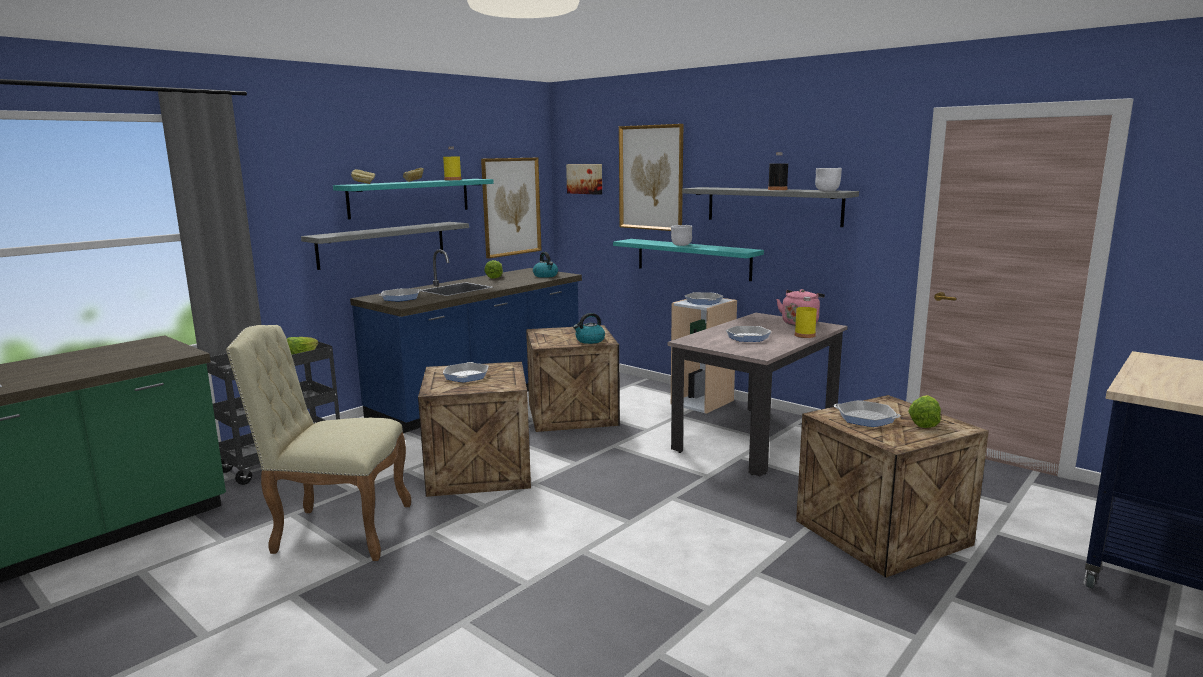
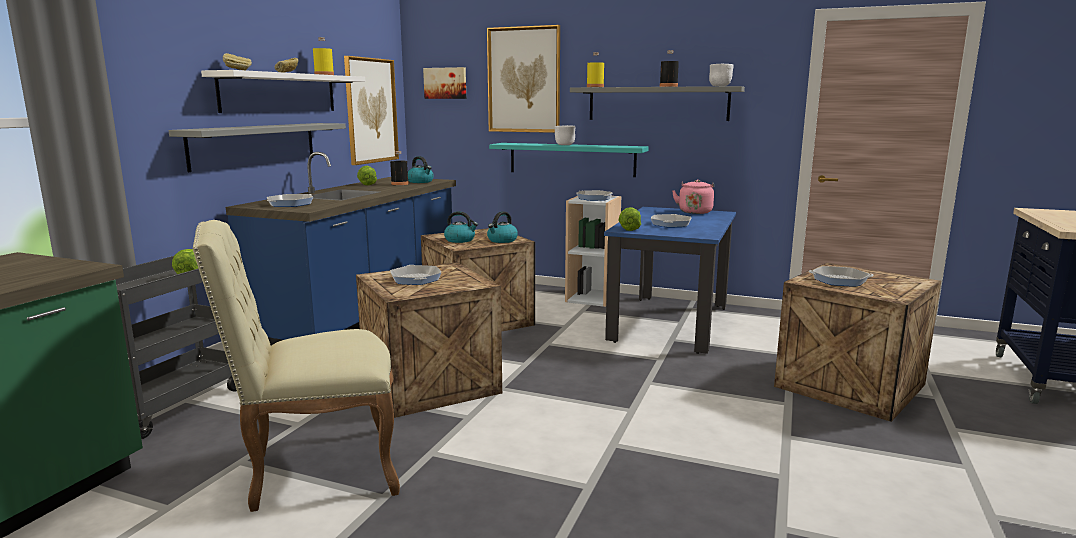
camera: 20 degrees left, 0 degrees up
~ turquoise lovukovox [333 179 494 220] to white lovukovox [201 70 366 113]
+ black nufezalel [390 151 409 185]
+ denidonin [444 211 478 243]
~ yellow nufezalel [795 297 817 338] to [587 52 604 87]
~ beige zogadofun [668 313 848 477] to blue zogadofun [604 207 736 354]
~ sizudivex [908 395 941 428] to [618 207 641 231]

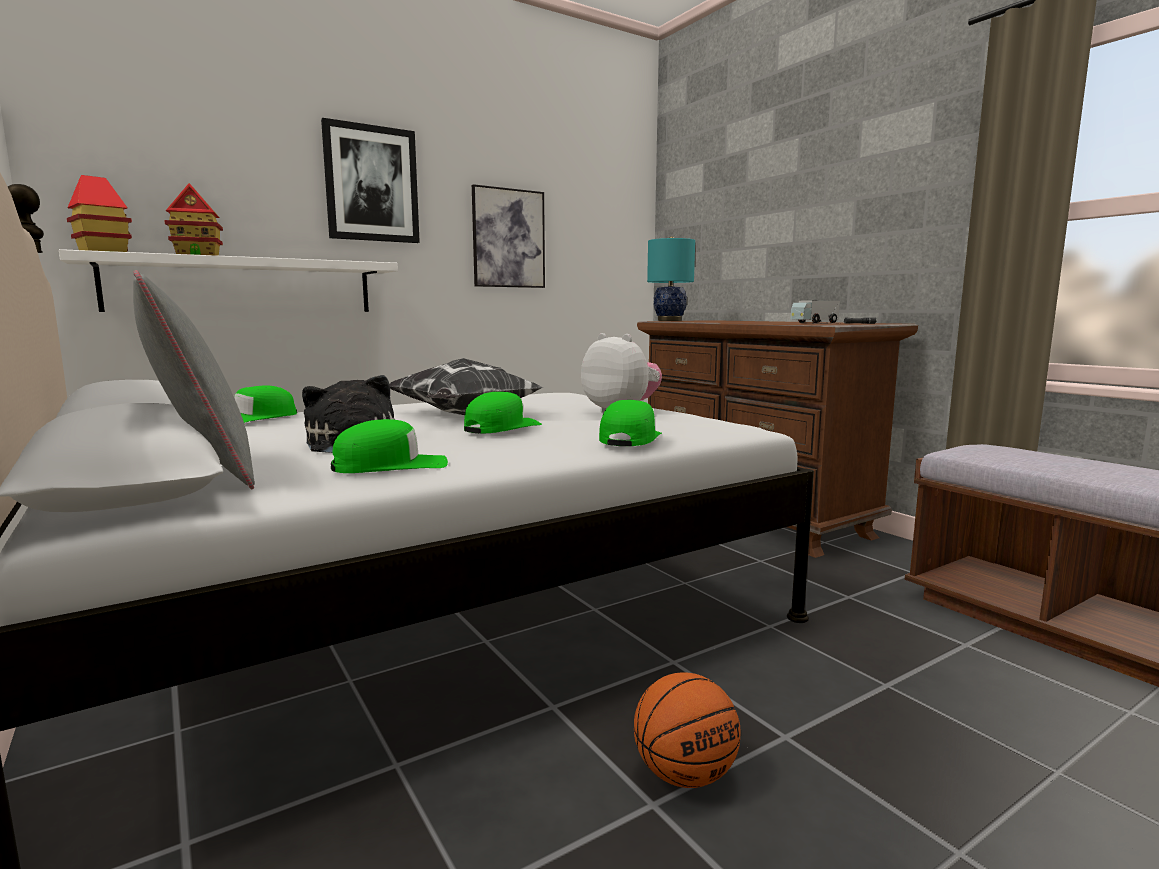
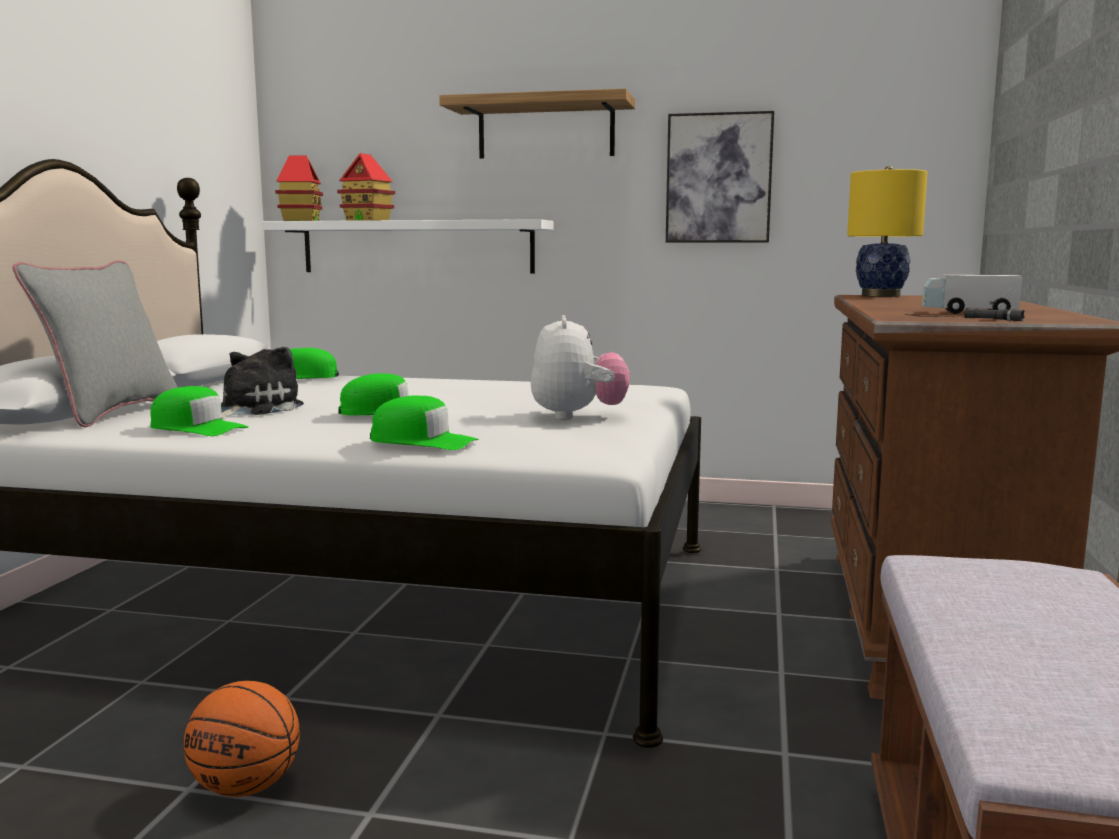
camera: 45 degrees right, 0 degrees up
~ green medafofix [599 400 662 446] = [370 395 479 450] 45 degrees clockwise
~ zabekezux [321 118 420 243] to lovukovox [439 88 635 159]
~ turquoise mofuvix [647 236 695 321] to yellow mofuvix [847 166 927 297]
- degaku [389 358 543 415]

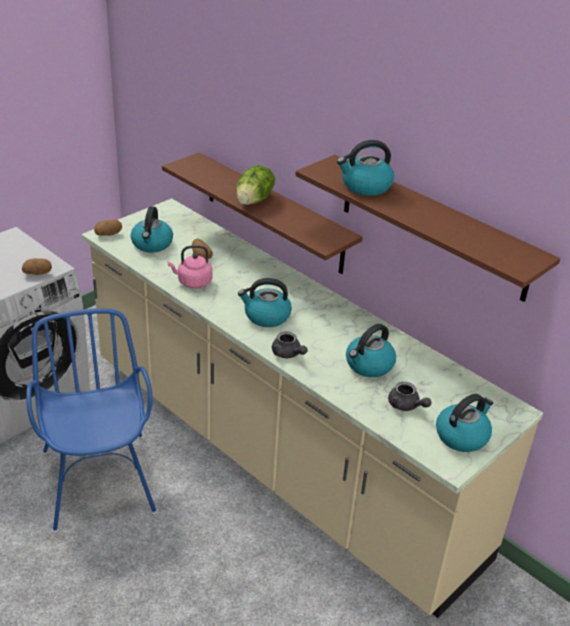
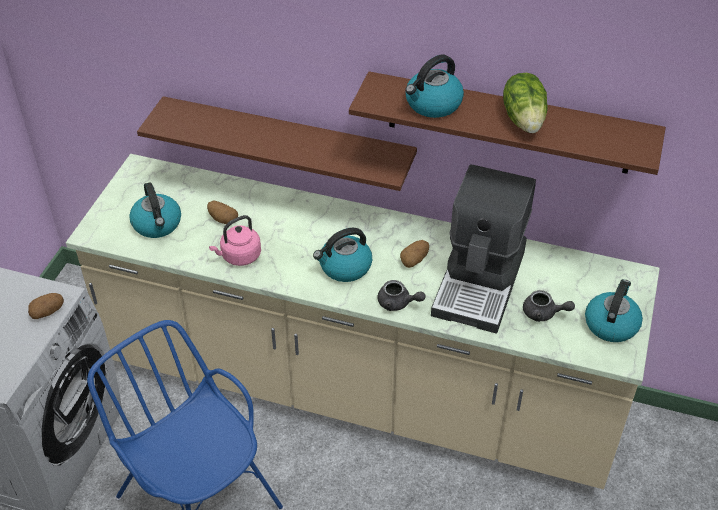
camera: 25 degrees left, 10 degrees up
~ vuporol [94 219 122 236] to [400 240 429 268]
~ denidonin [346 324 396 377] to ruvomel [431 164 536 334]
~ sizudivex [236 165 275 205] to [503 73 548 133]

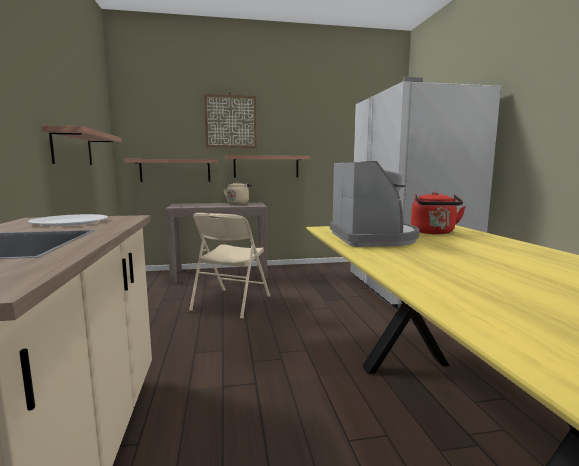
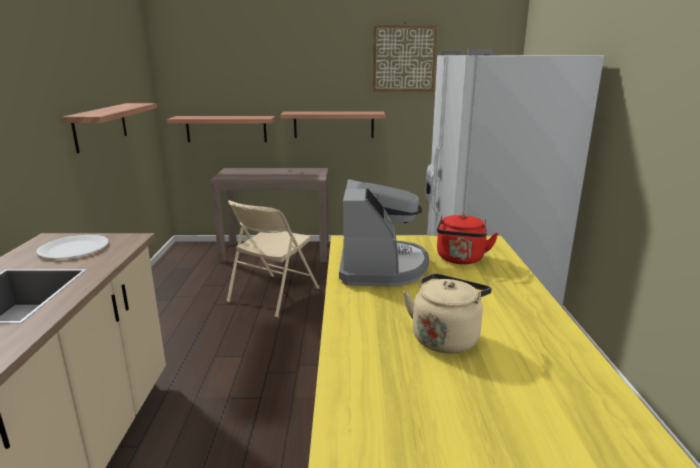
camera: 10 degrees right, 10 degrees up
~ zabekezux [204 93 257 148] to [372 22 438 92]
~ beige denidonin [223 182 252 204] to [403 273 492 354]

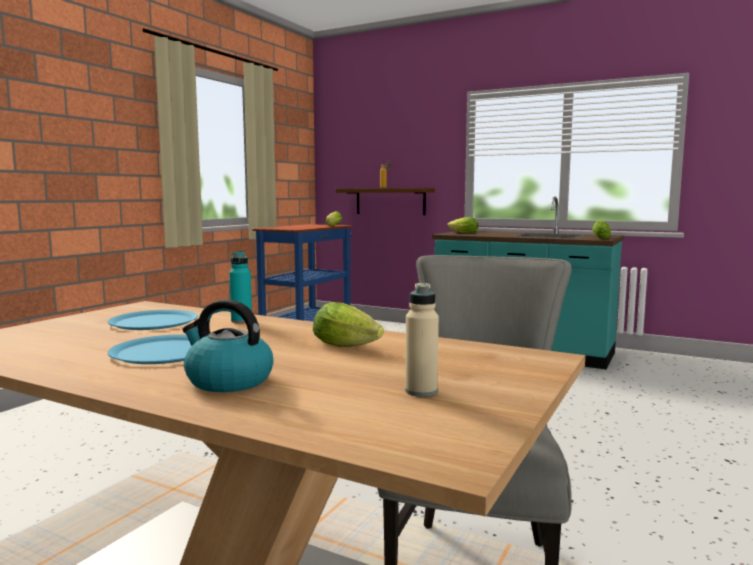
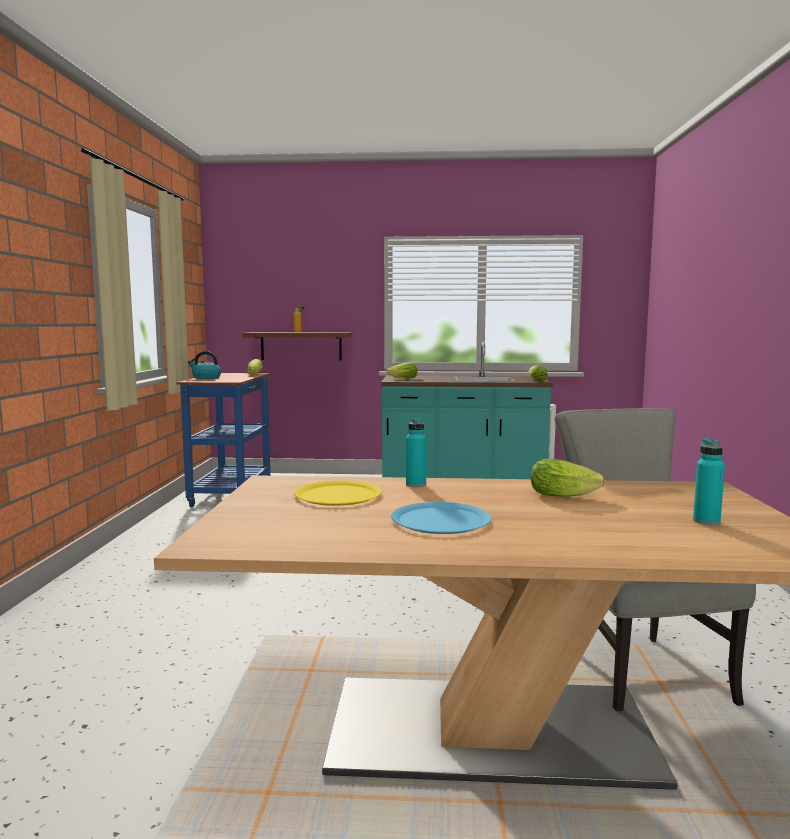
camera: 25 degrees left, 0 degrees up
~ denidonin [183 300 274 392] to [188 351 221 379]
~ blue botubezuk [108 310 198 330] to yellow botubezuk [294 481 382 506]
~ beige nufezalel [405 282 439 397] to turquoise nufezalel [693 438 725 525]

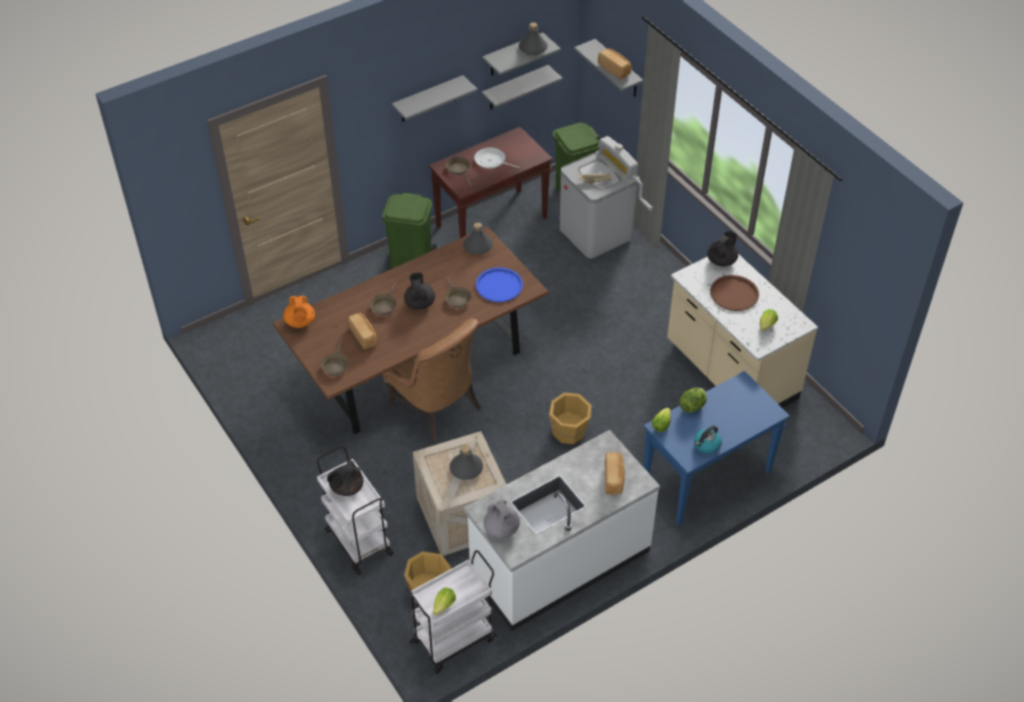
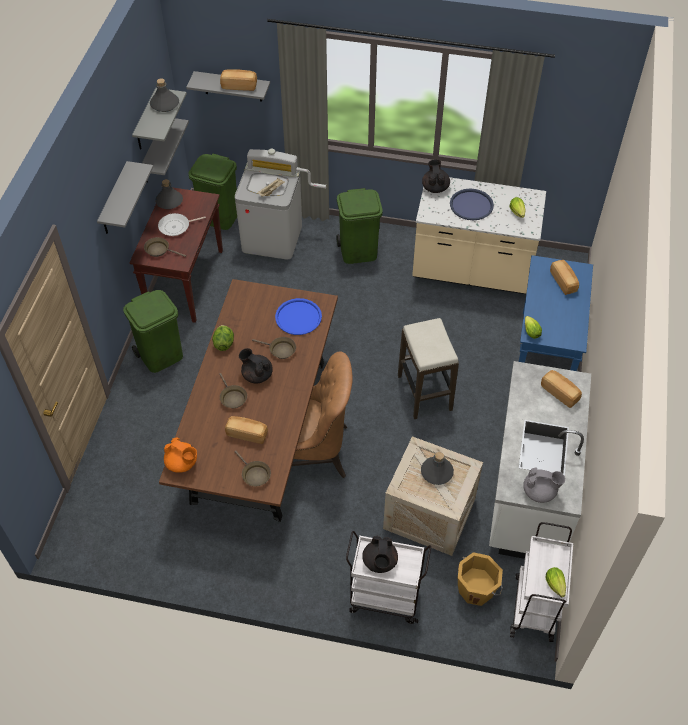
camera: 45 degrees left, 5 degrees up
~ grey nufezalel [463 223 493 255] to [155 179 183 209]
~ sizudivex [679 388 707 413] to [212 325 234 351]
+ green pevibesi [336 188 383 264]
~ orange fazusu [549 393 592 444] to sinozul [398 318 459 419]
~ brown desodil [710 275 759 311] to blue desodil [450 189 494 220]
+ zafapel [550 260 579 295]
- denidonin [694 426 722 454]

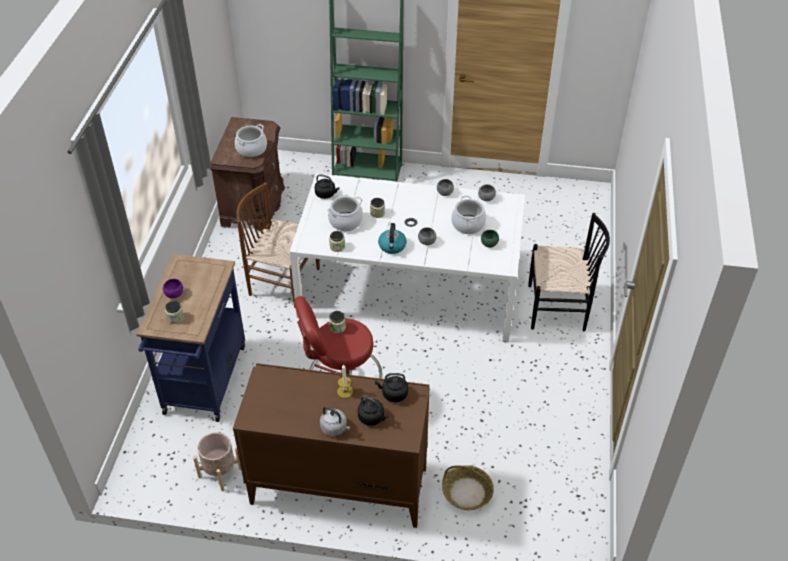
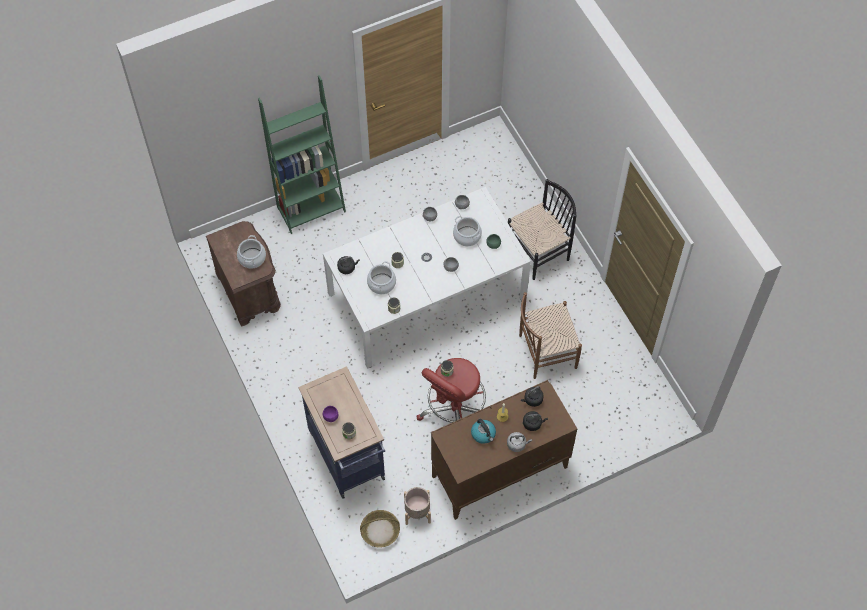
camera: 35 degrees left, 15 degrees up
~ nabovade [442 465 494 510] to [360 510 400 548]
~ denidonin [378 223 407 254] to [471 419 496 444]
~ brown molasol [237 182 320 309] to [519 292 582 379]

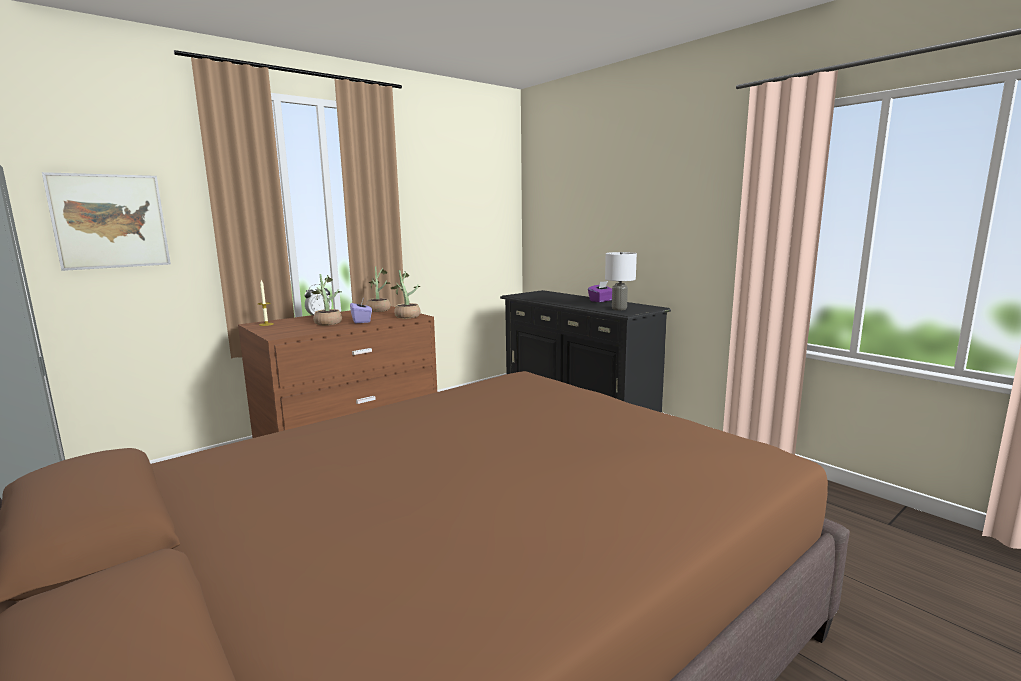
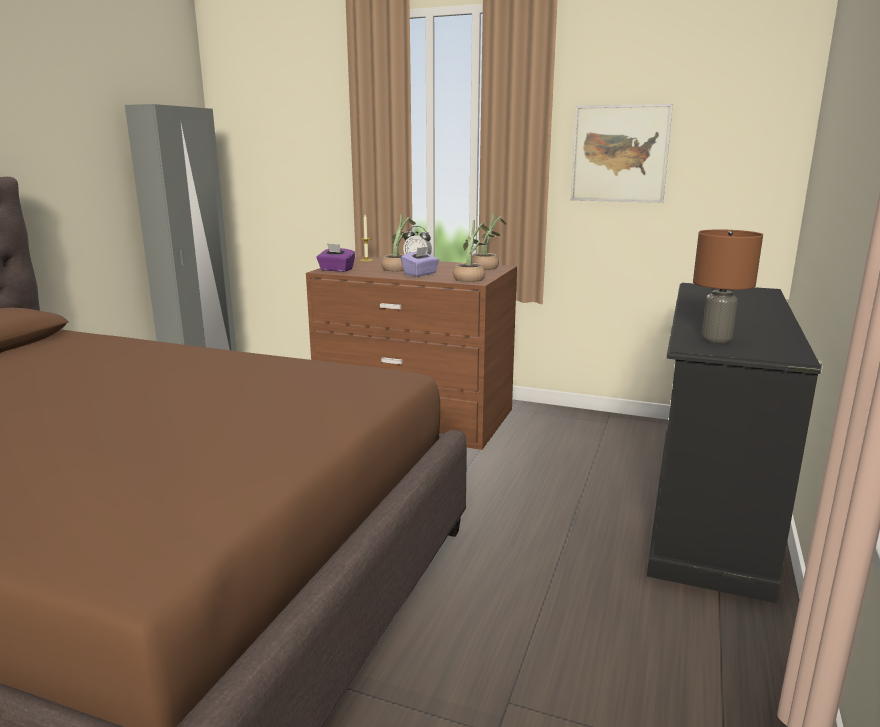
camera: 60 degrees right, 5 degrees up
~ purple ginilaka [588 281 612 302] to [316 243 355 272]
~ zabekezux [42 172 171 271] to [571 104 673 203]
~ white mofuvix [605 252 637 311] to brown mofuvix [693 229 763 344]

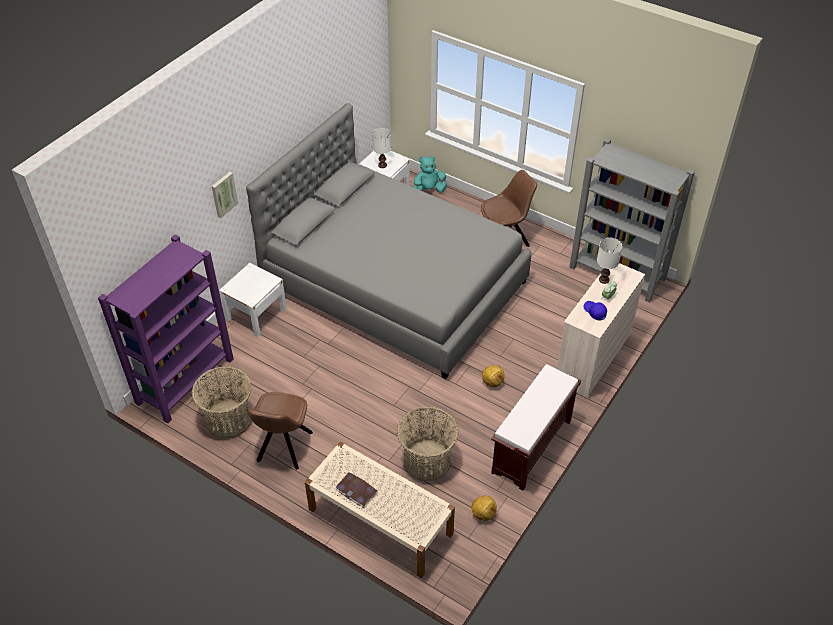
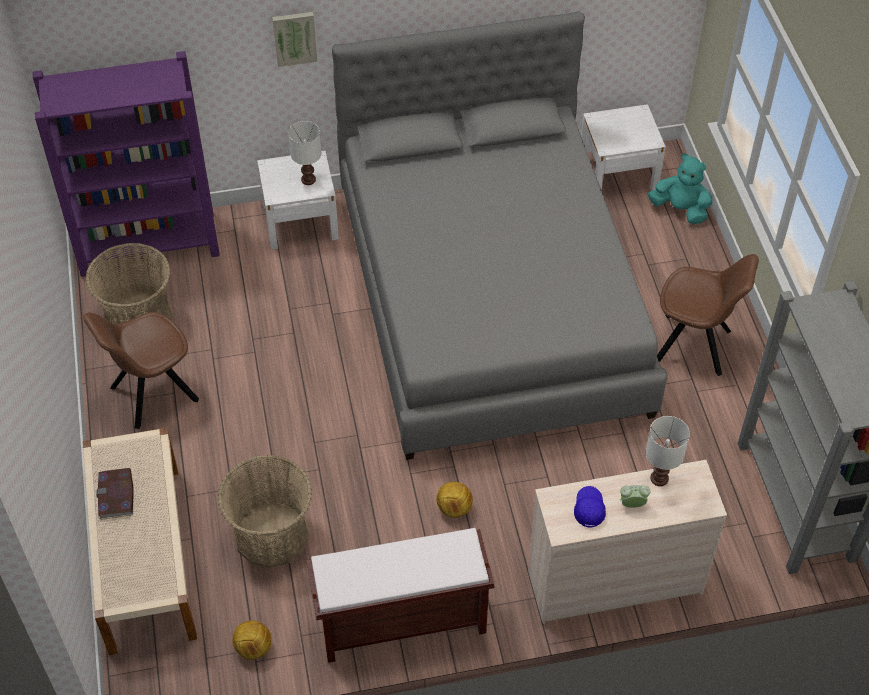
camera: 45 degrees right, 5 degrees up
~ white mofuvix [372 128 391 168] to [288 121 322 185]

